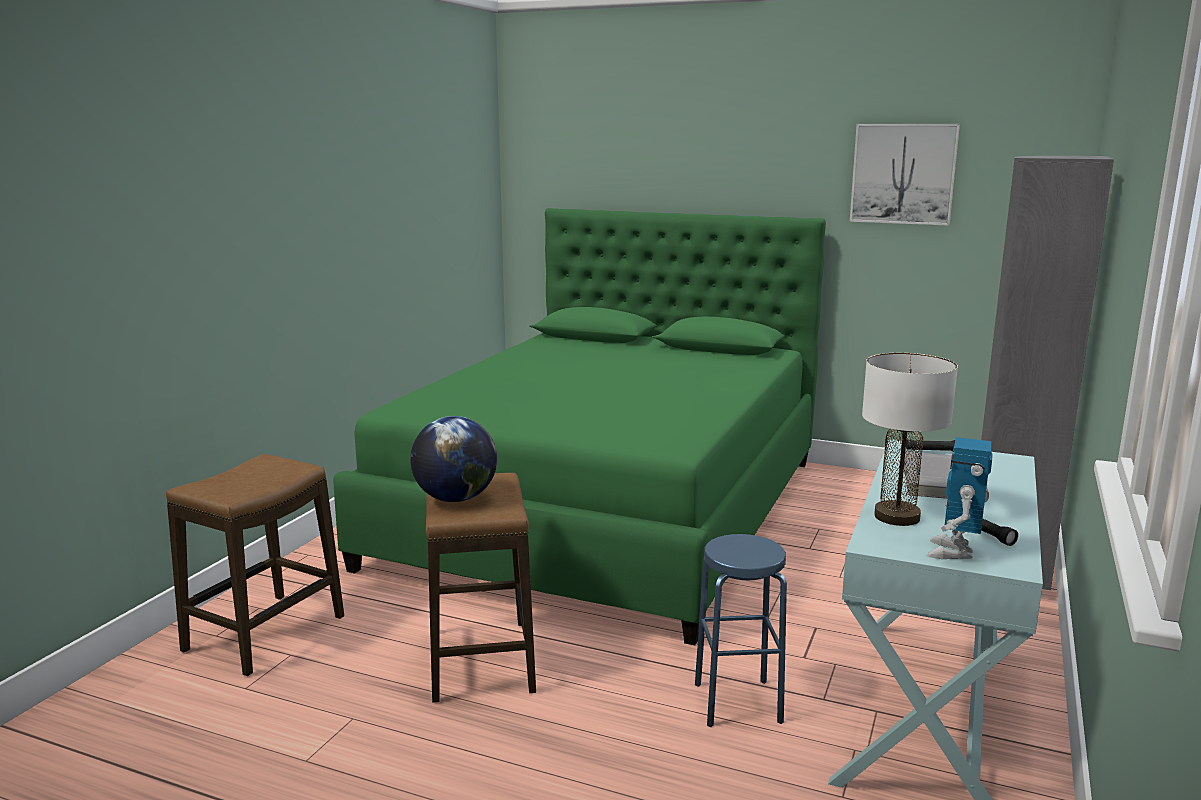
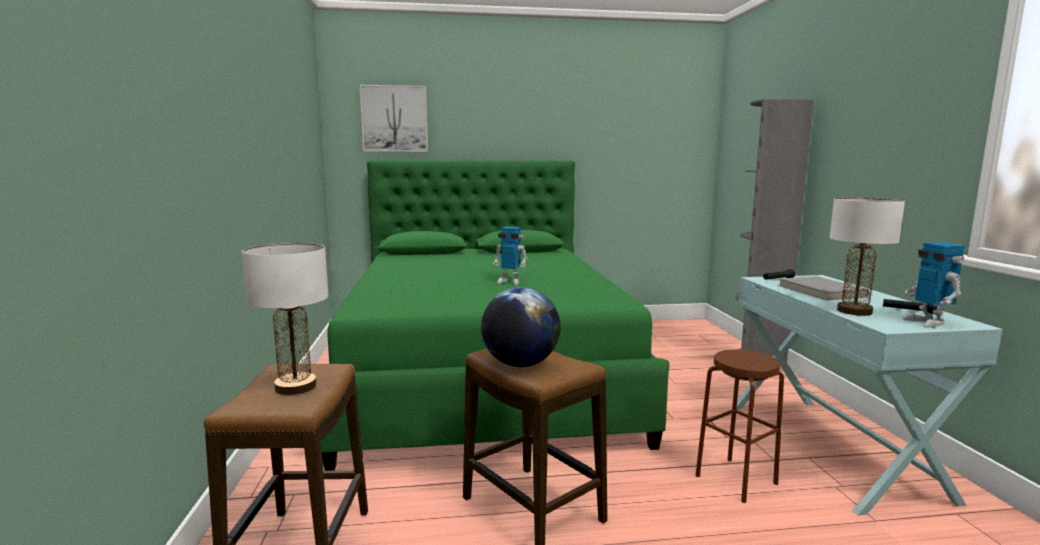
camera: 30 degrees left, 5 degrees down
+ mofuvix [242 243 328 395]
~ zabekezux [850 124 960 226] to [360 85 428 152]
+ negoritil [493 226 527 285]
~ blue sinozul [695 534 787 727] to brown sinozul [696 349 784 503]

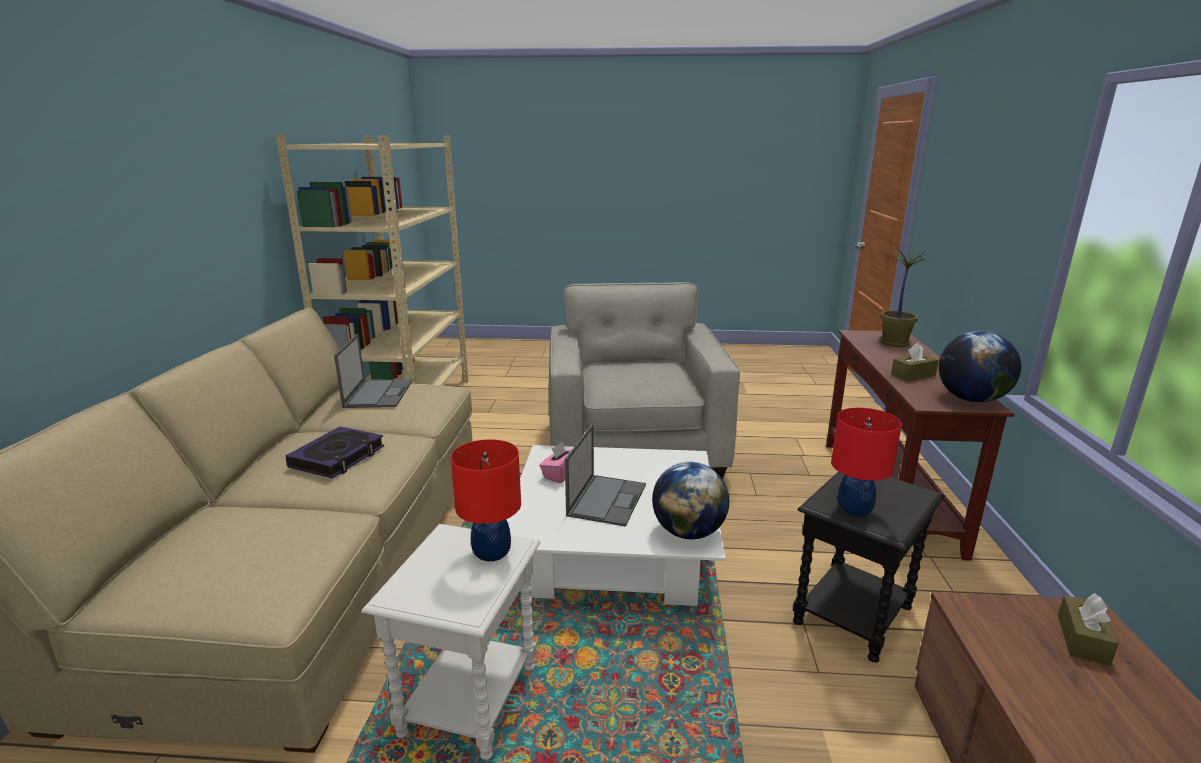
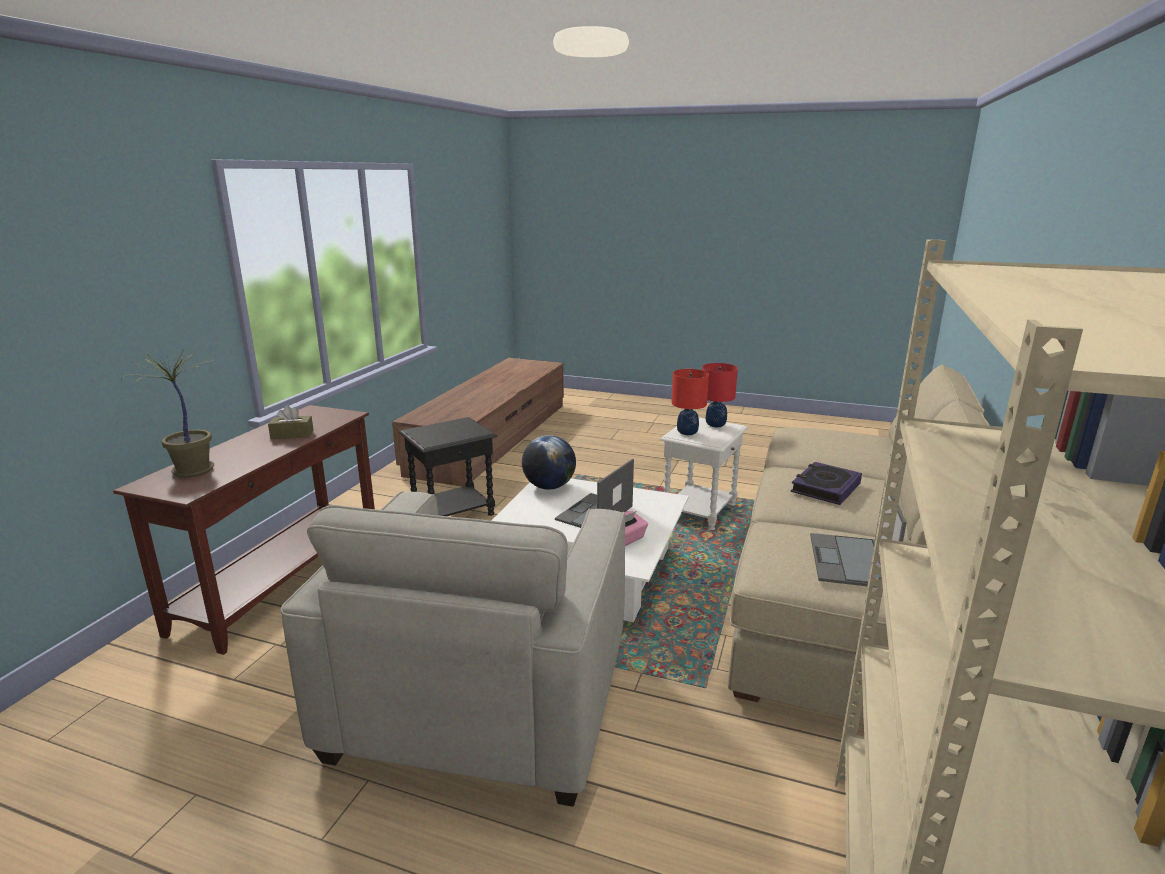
camera: 165 degrees left, 0 degrees up
~ red mofuvix [831 408 902 517] to [702 363 738 427]
- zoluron [938 331 1022 402]
- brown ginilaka [1058 593 1119 666]

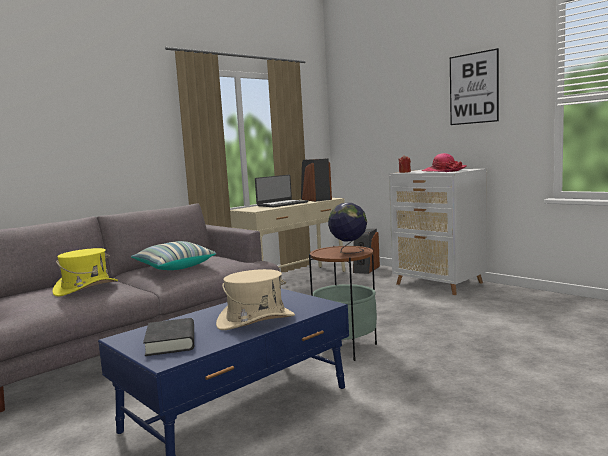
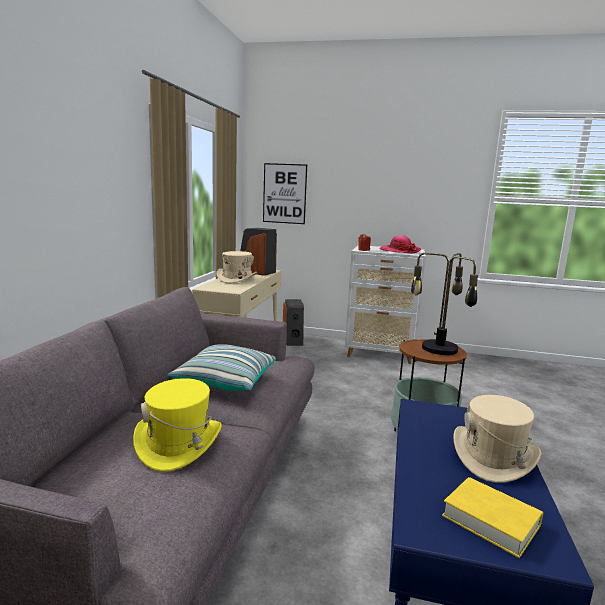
camera: 35 degrees left, 5 degrees up
~ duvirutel [255 175 308 207] to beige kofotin [217 251 257 284]
~ zabekezux [450 48 499 125] to [263 163 307 224]
~ zoluron [328 203 367 254] to mofuvix [411 253 478 355]
~ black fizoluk [143 318 194 356] to yellow fizoluk [442 477 543 558]

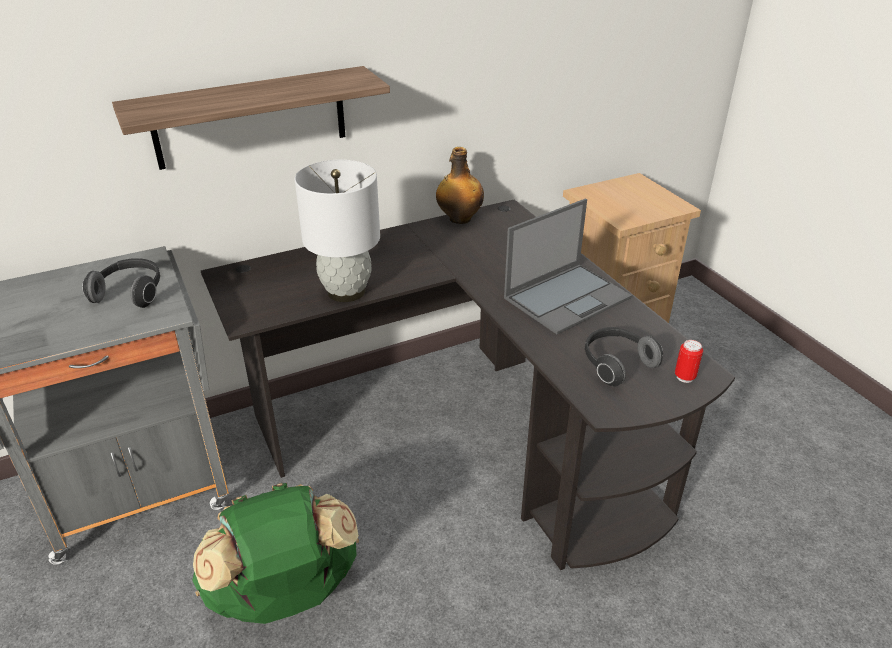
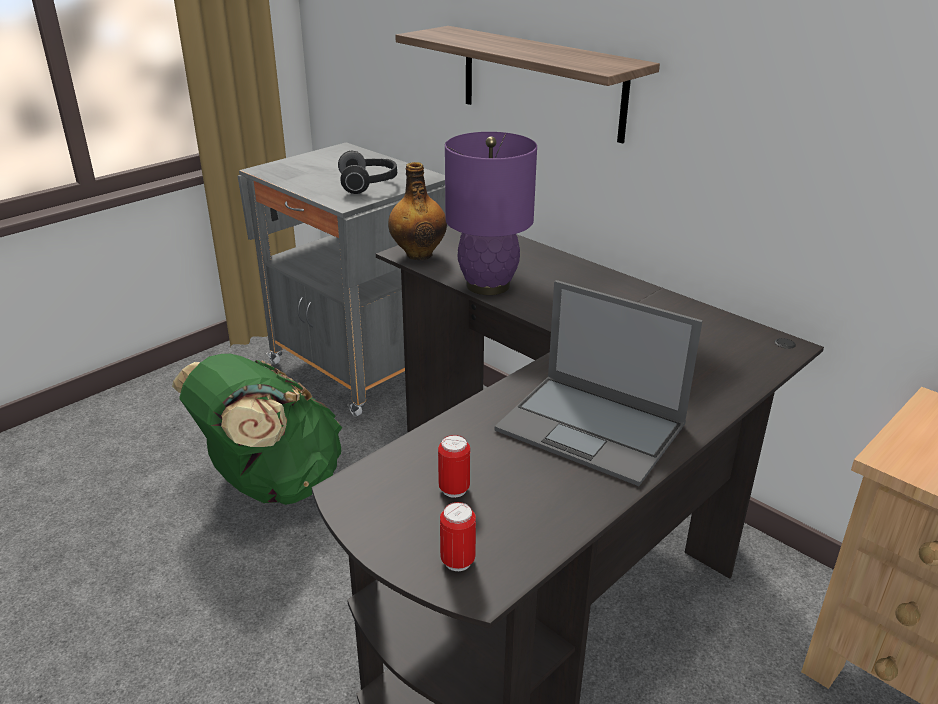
camera: 70 degrees right, 5 degrees down
~ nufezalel [436 147 484 224] to [388 162 447 260]
~ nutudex [584 327 663 387] to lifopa [438 435 470 498]
~ white mofuvix [295 160 380 302] to purple mofuvix [445 132 537 295]

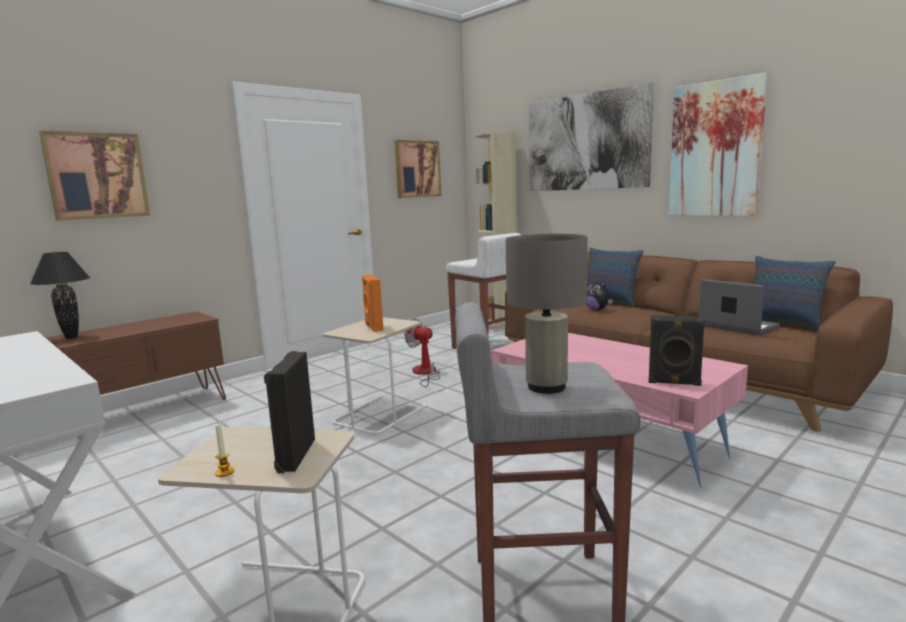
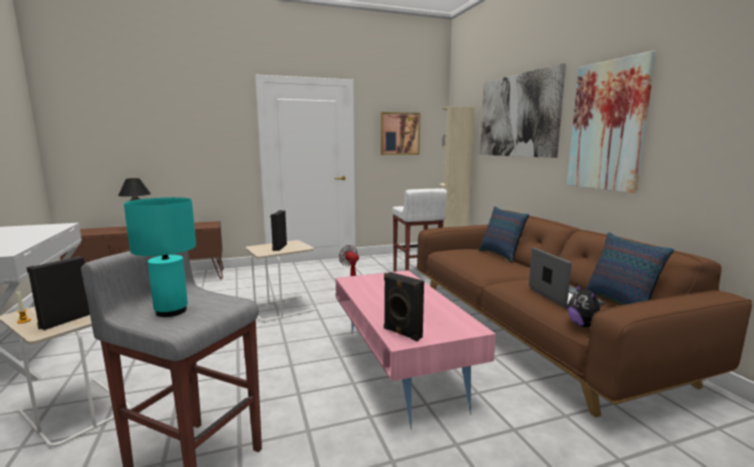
camera: 25 degrees right, 0 degrees up
~ grey mofuvix [506 234 588 394] to turquoise mofuvix [124 197 196 317]
~ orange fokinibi [362 275 384 332] to black fokinibi [270 210 287 251]
~ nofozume [586 279 613 310] to [567 284 600 327]
- zabekezux [39 131 150 221]

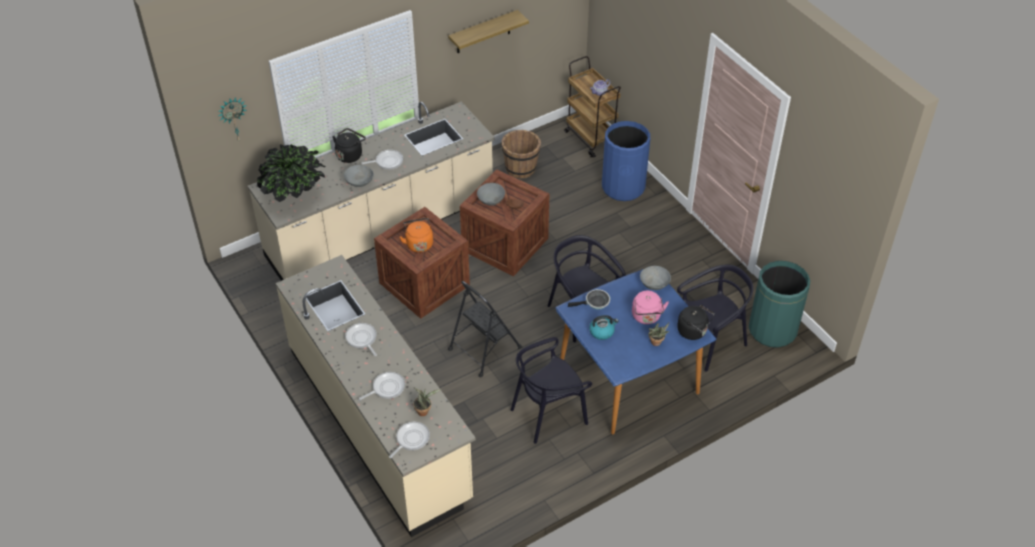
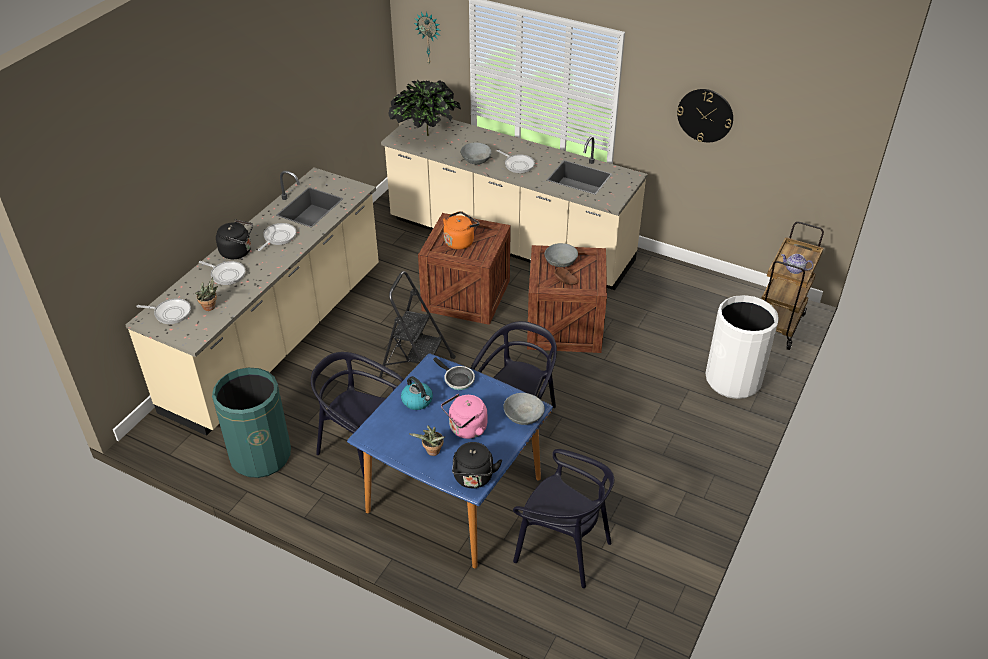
camera: 60 degrees right, 5 degrees down
~ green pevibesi [749 261 810 347] to [212 368 291 478]
~ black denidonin [333 128 366 163] to [216 219 253 259]
~ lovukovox [448 10 529 53] to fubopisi [677 89 733 142]
~ blue pevibesi [602 121 650 201] to white pevibesi [705 295 779 399]
- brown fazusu [501 130 541 178]

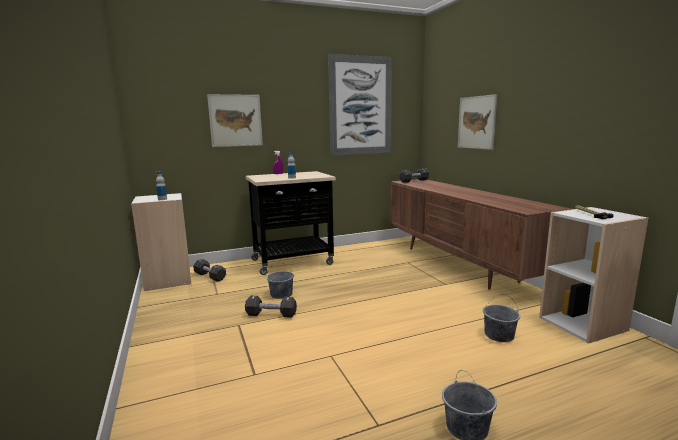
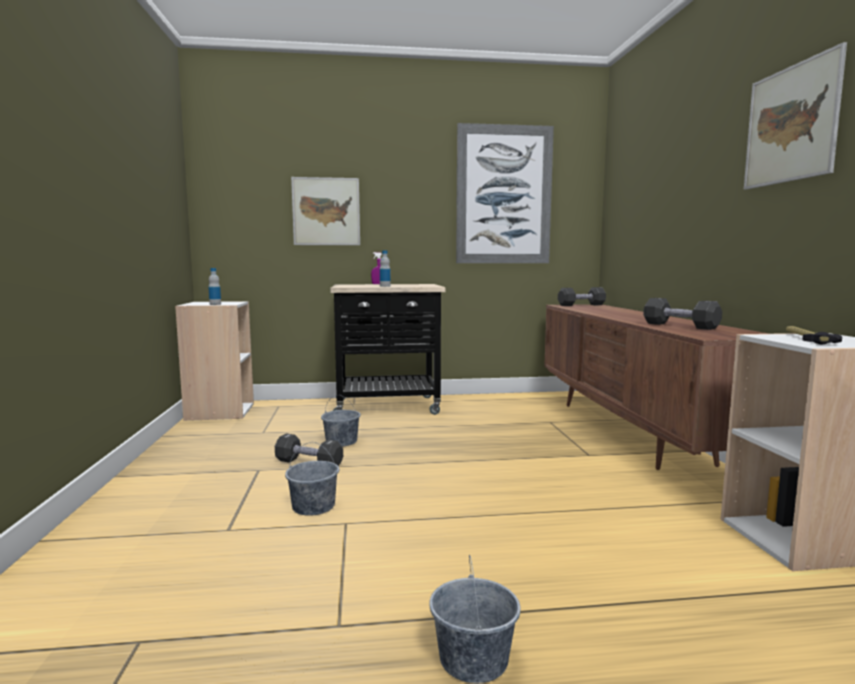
camera: 15 degrees right, 5 degrees down
~ grey fazusu [483 294 520 342] to [285 442 339 516]
~ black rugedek [193 259 226 282] to [643 298 722 330]
~ zabekezux [458 94 497 150] to [744 42 847 190]

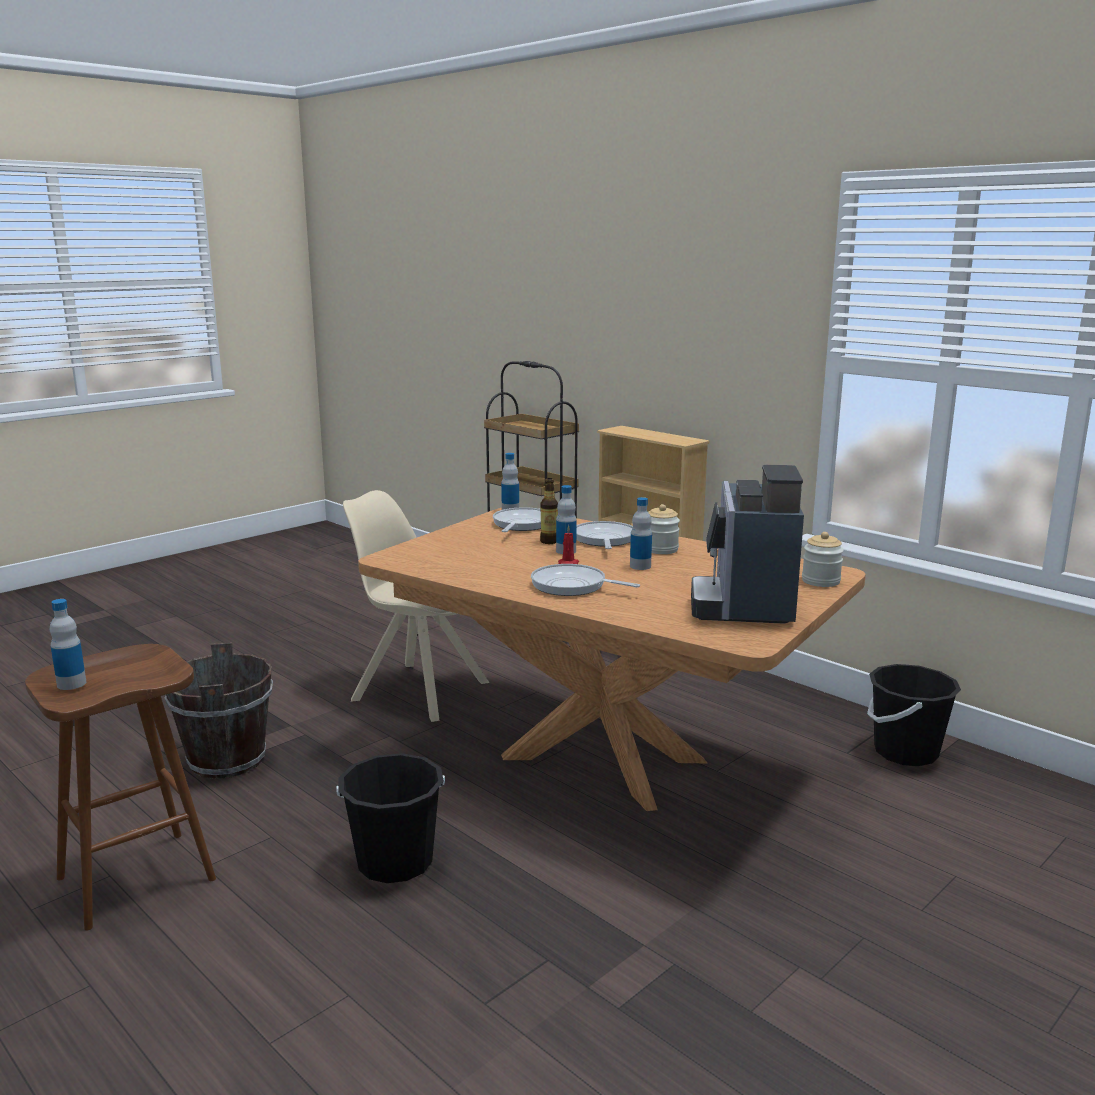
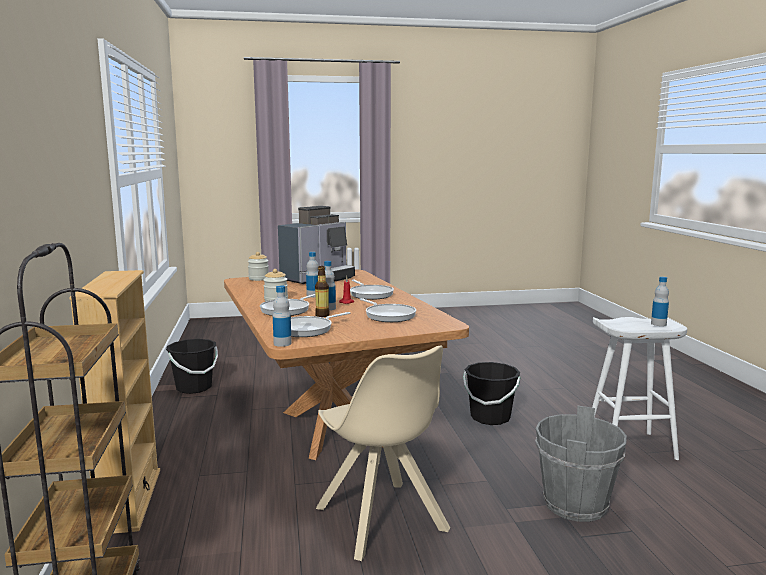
camera: 145 degrees left, 5 degrees down
+ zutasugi [359 298 416 322]
~ brown fazusu [165 642 273 779] to grey fazusu [535 406 627 522]
~ brown sinozul [25 644 216 931] to white sinozul [592 317 687 460]

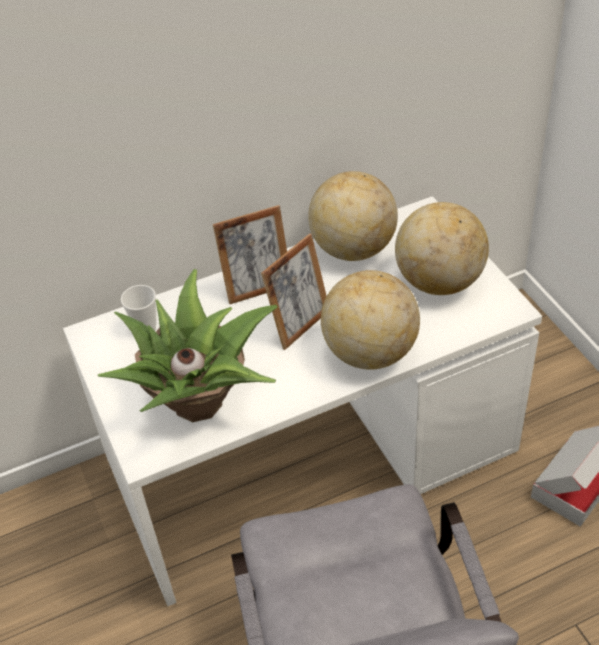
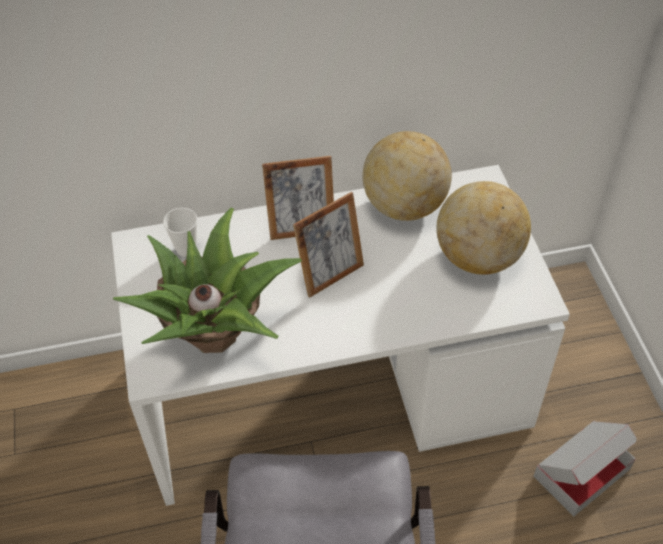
camera: 10 degrees right, 5 degrees up
- zoluron [321 270 420 370]

